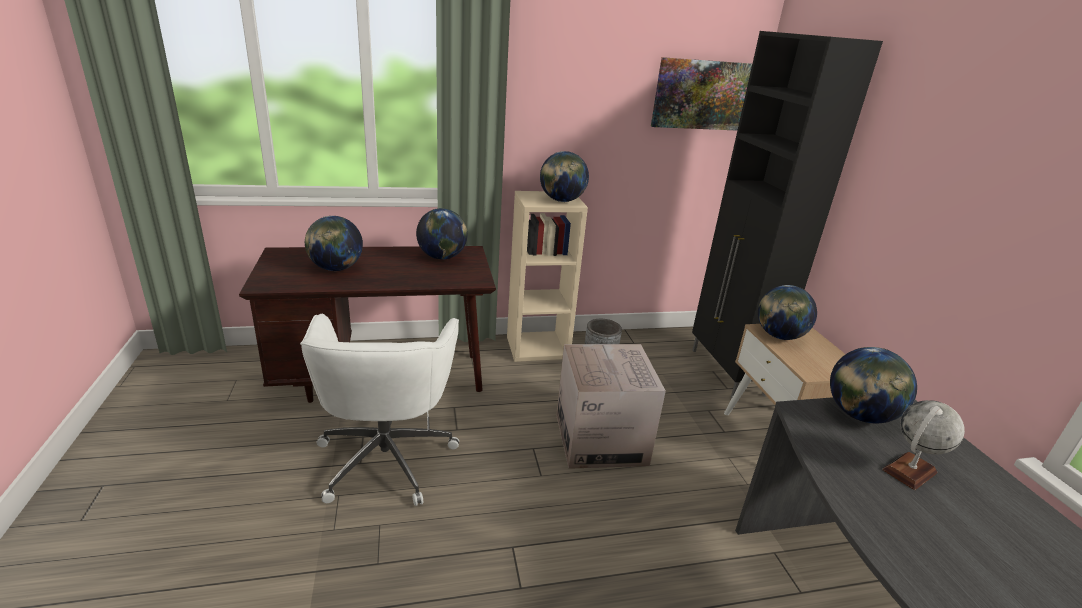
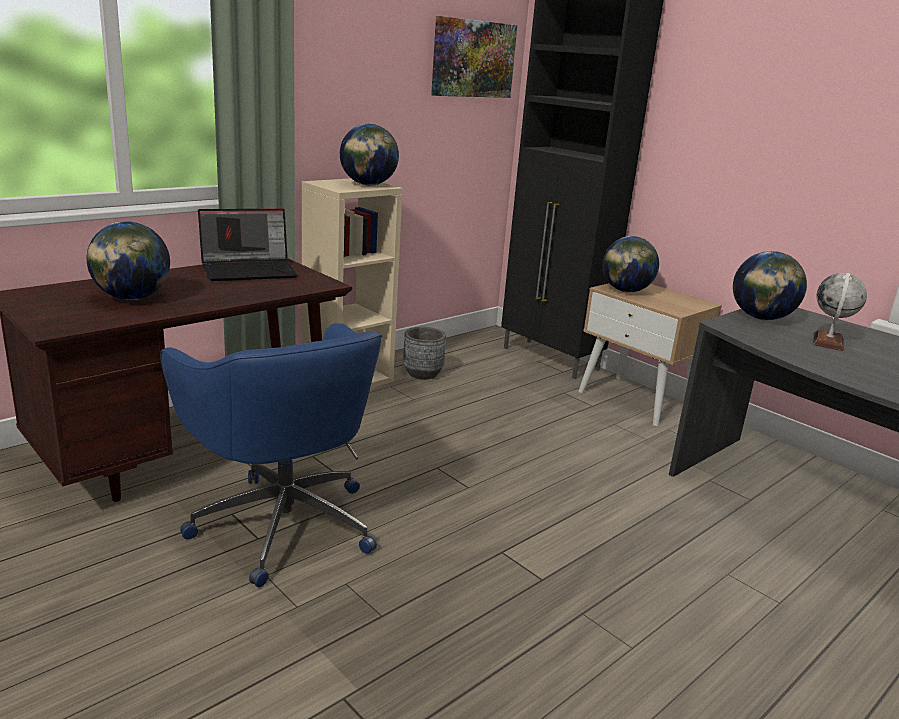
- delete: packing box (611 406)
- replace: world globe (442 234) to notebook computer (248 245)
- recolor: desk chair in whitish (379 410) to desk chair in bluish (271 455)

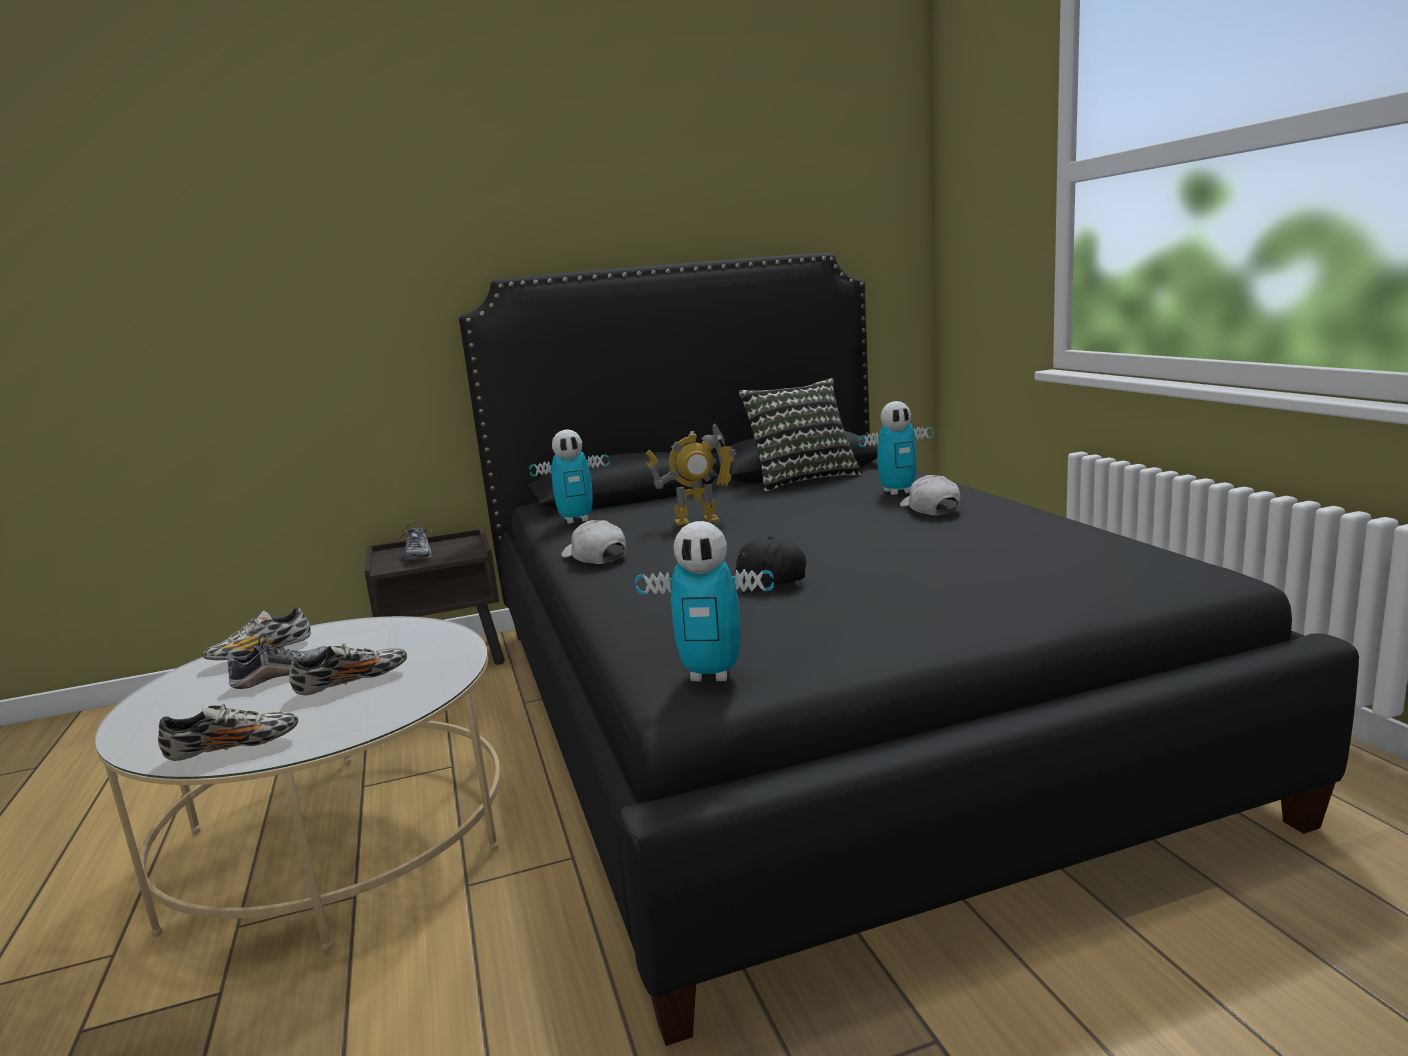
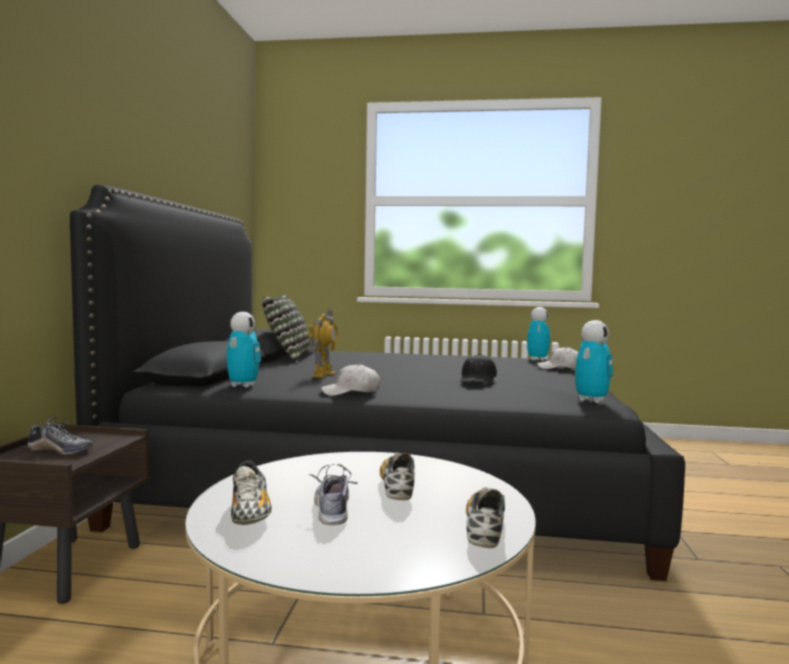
- move: robot figure (896 448) to (538 334)
- move: baseball cap in whitish (930 495) to (557 358)

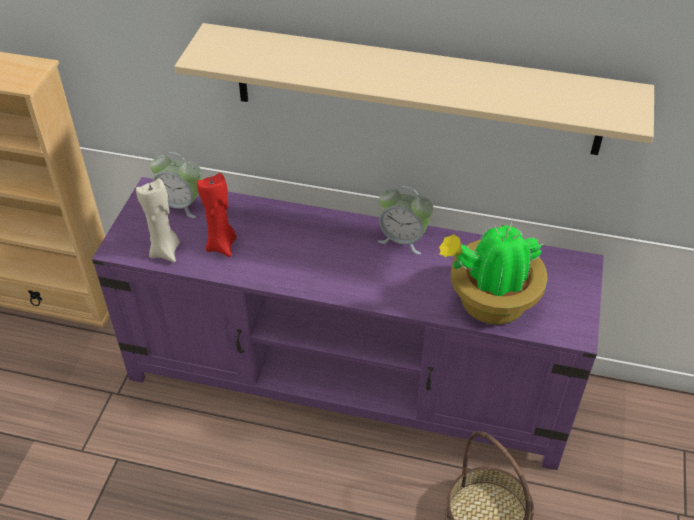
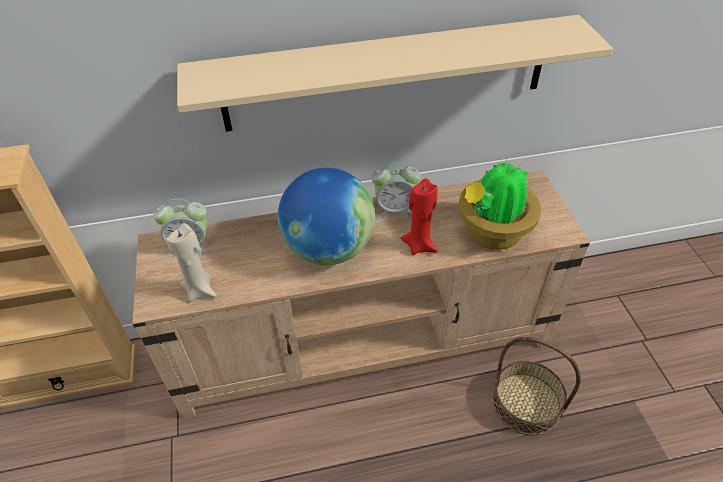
- insert: world globe (326 216)
- move: wax light in red-coloured (217 215) to (419 217)
- recolor: tv unit in purple (348 323) to tv unit in beige-coloured (361 295)

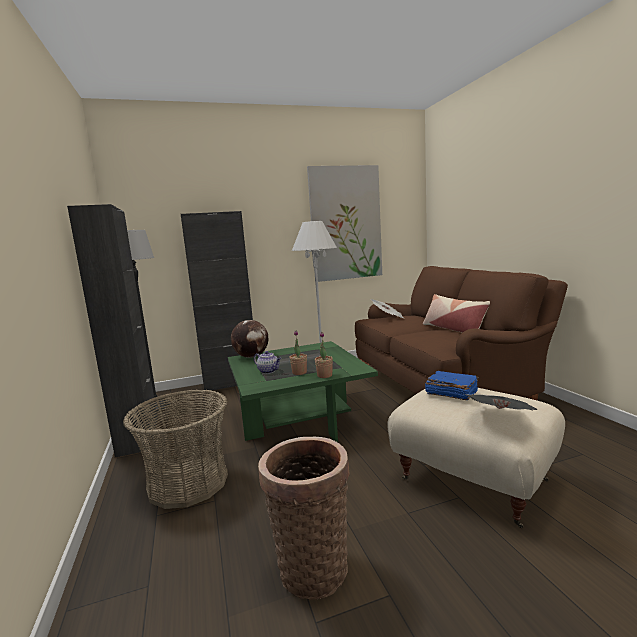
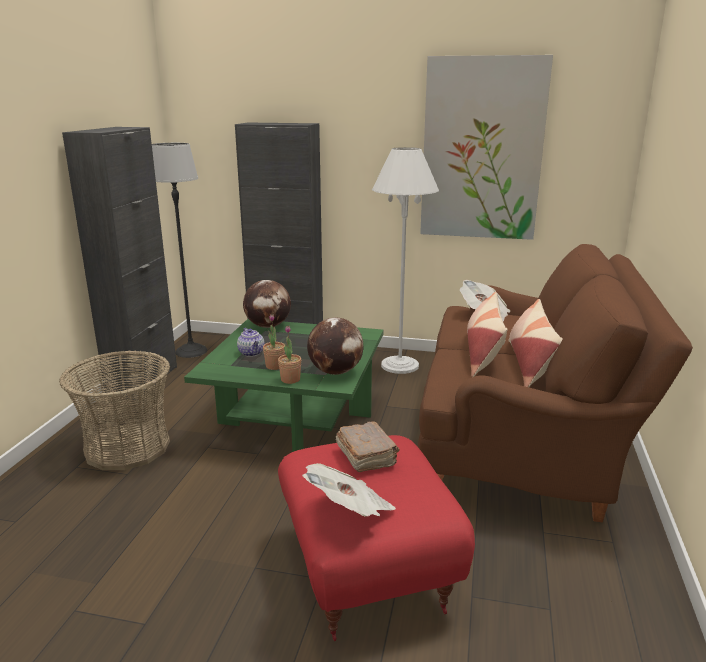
- delete: household basket (304 518)
- insert: world globe (335 346)
- insert: throw pillow (487 334)
- recolor: pouffe in beige-coloured (476 458) to pouffe in red-coloured (376 538)
- recolor: volume in bluish (452 385) to volume in brown (368 446)

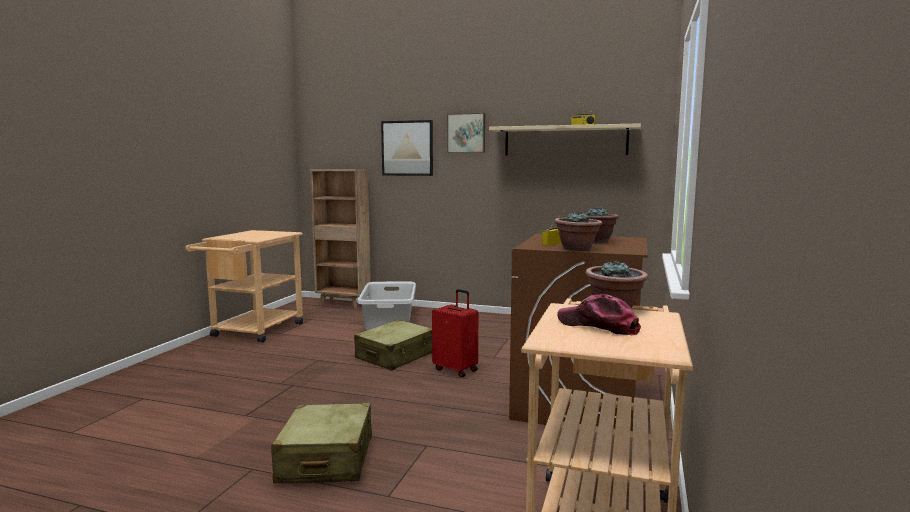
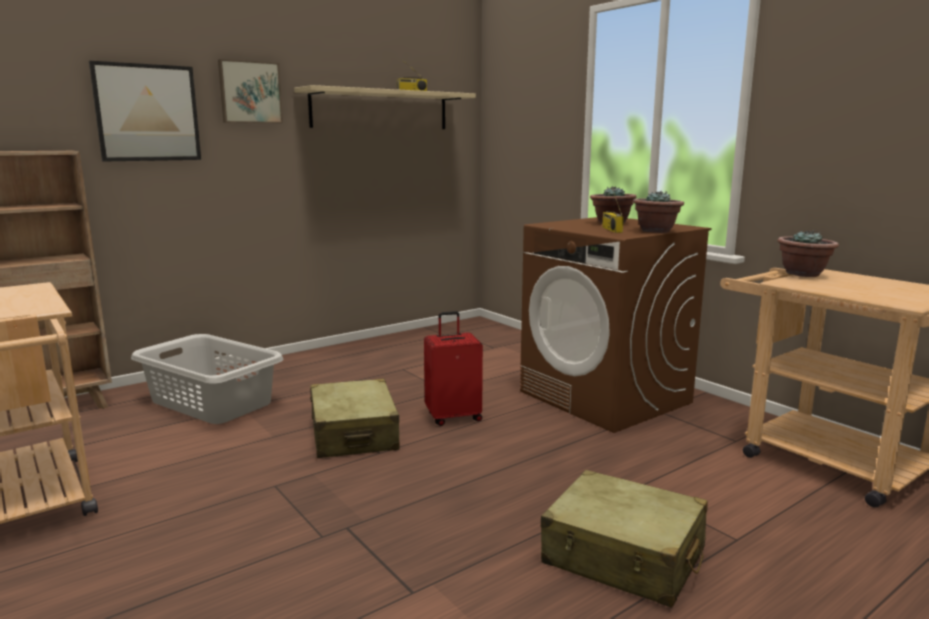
- delete: baseball cap (599 314)

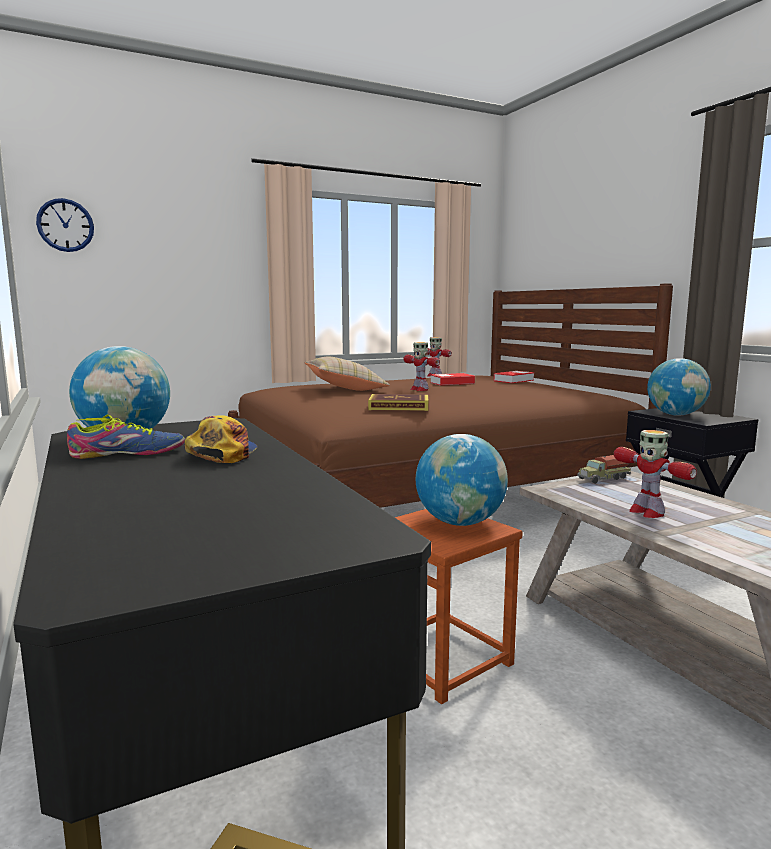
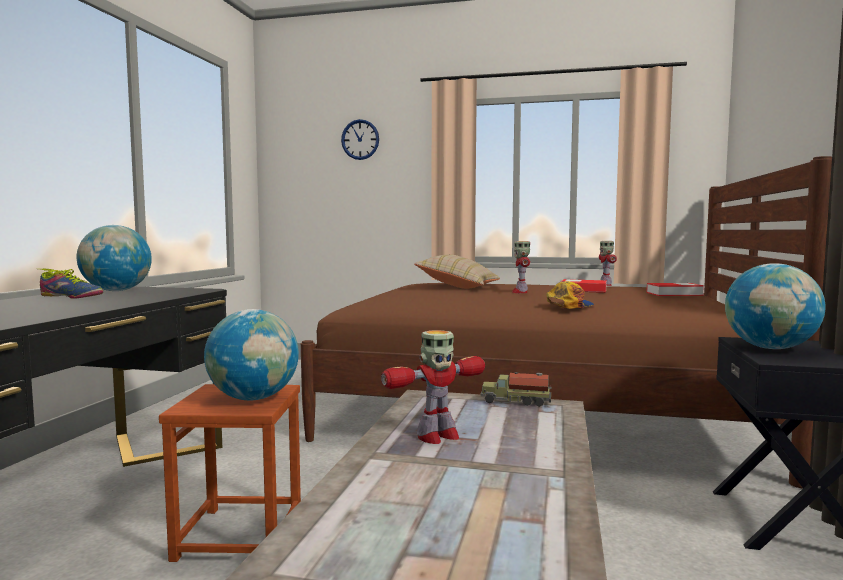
- delete: volume (398 402)
- move: wall clock (65 225) to (360 139)
- move: baseball cap (221 439) to (570 295)
- rotate: robot figure (655 474) = (433 387) 135 degrees counterclockwise

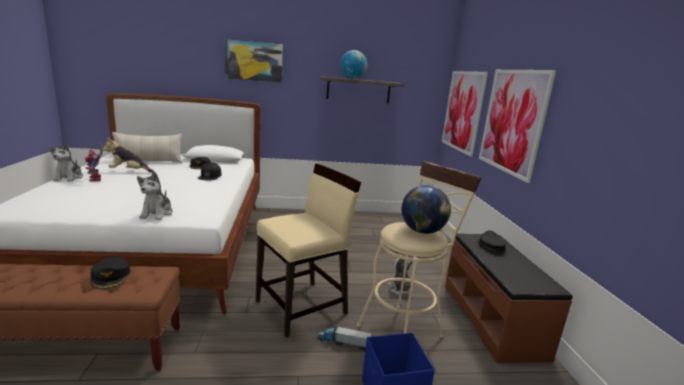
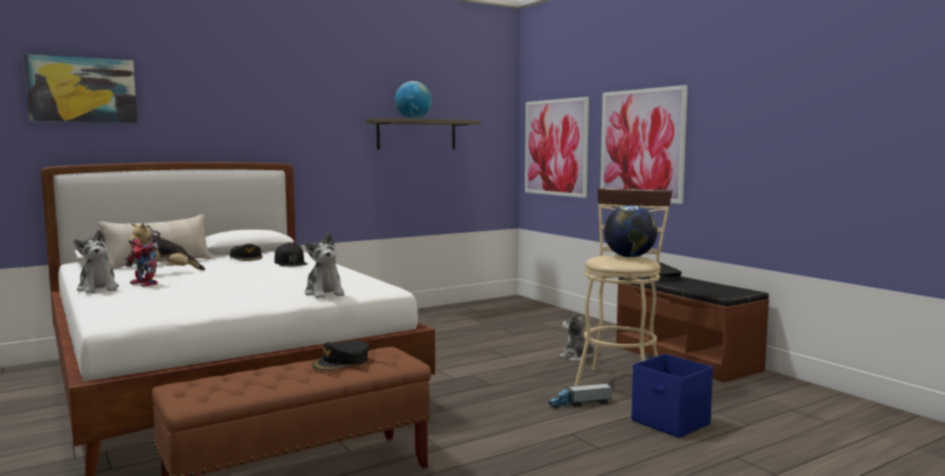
- delete: upright chair in beige-coloured (308 250)
- move: wall art (254 61) to (80 88)
- rotate: baseball cap in black (110 273) = (341 356) 90 degrees clockwise

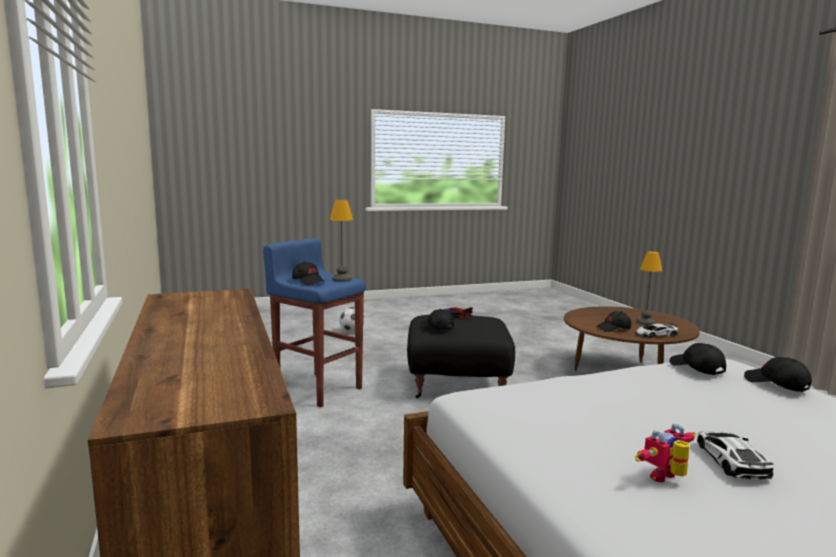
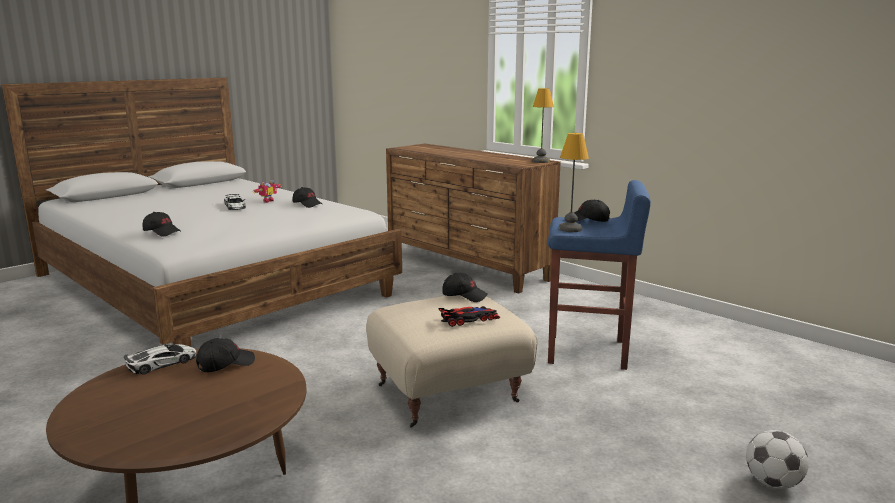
- move: lamp for a table (649 288) to (543 125)
- move: baseball cap in black (697 359) to (307 197)
- recolor: pouffe in black (461 356) to pouffe in beige-coloured (451 361)

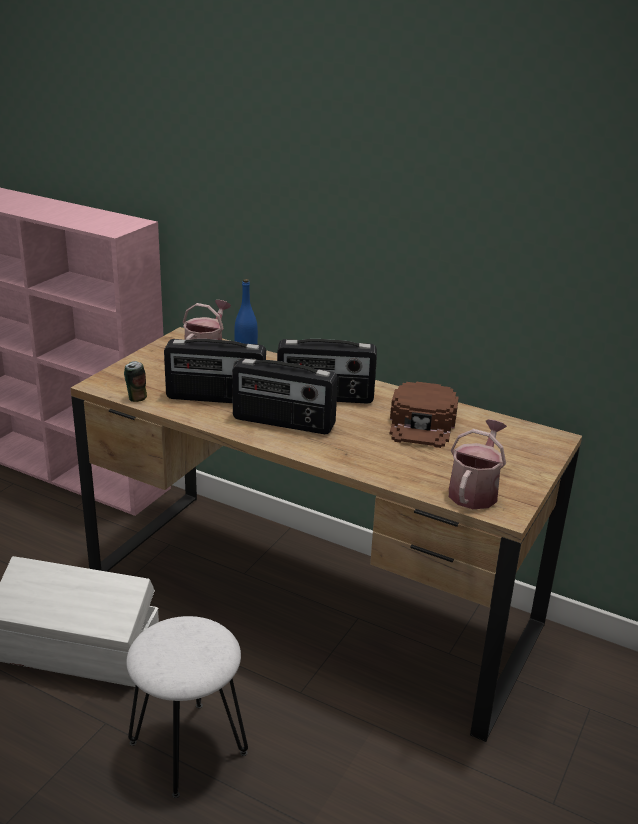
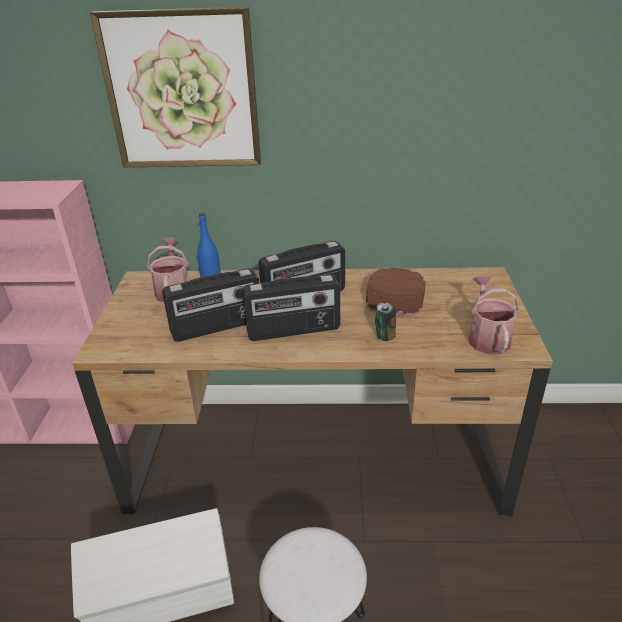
- insert: wall art (175 87)
- move: can (135 381) to (385 322)
- rotate: baseball cap in brown (424 415) = (396 292) 150 degrees counterclockwise

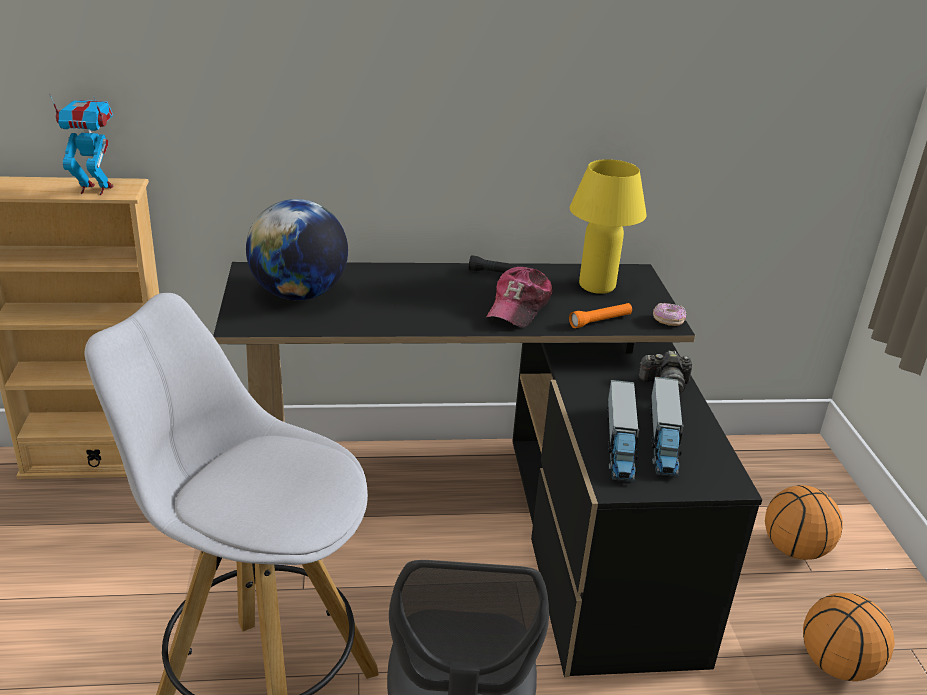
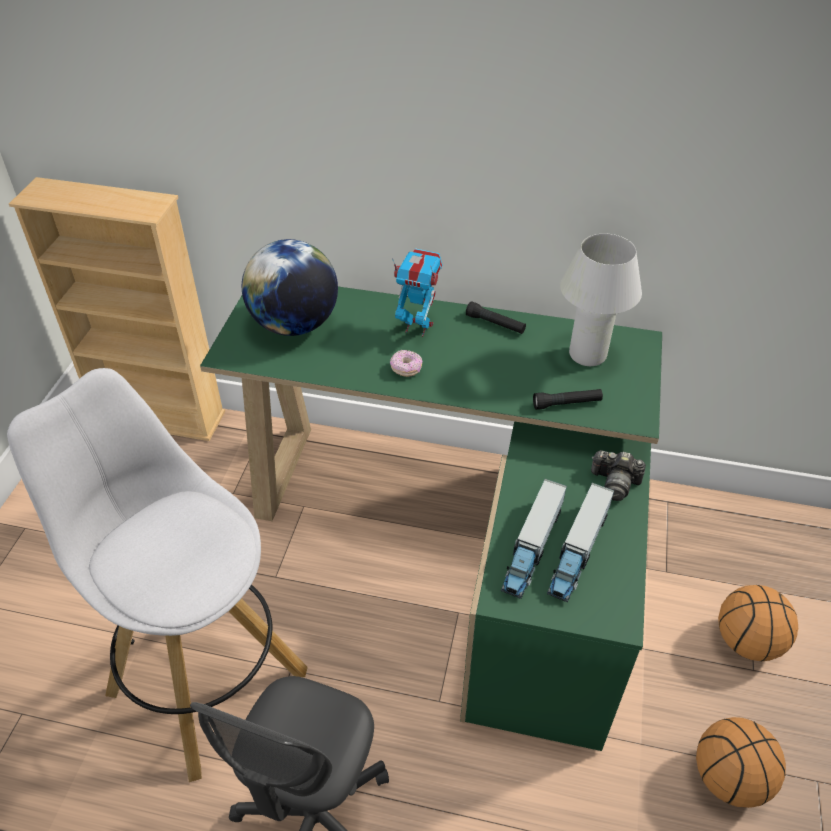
- delete: baseball cap (519 297)
- move: robot figure (81 144) to (417 293)
- move: ring doughnut (669 314) to (406 363)
- recolor: desk in black (487 469) to desk in green (431 518)
- recolor: hand torch in orange (600 315) to hand torch in black (568 399)
- recolor: lamp for a table in yellowish (608 226) to lamp for a table in whitish (601 300)

